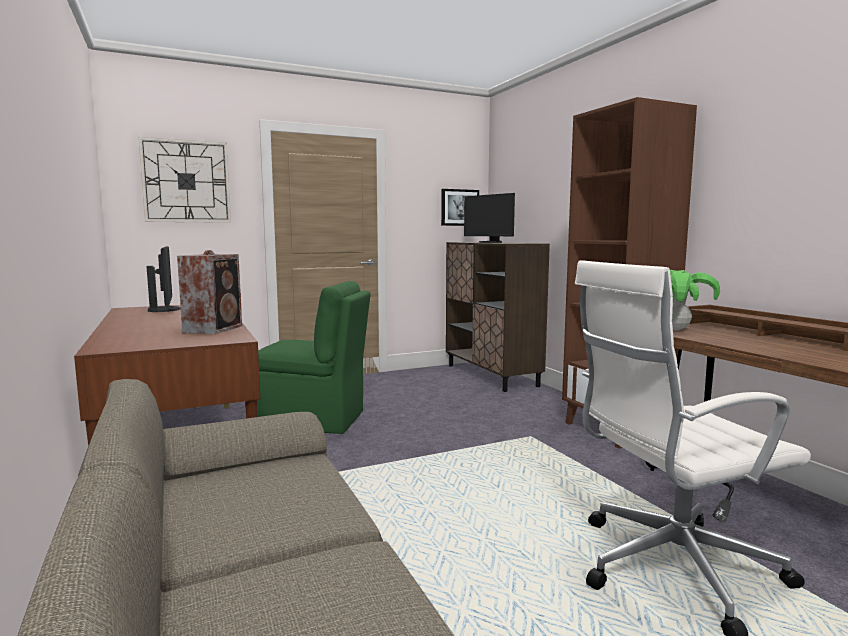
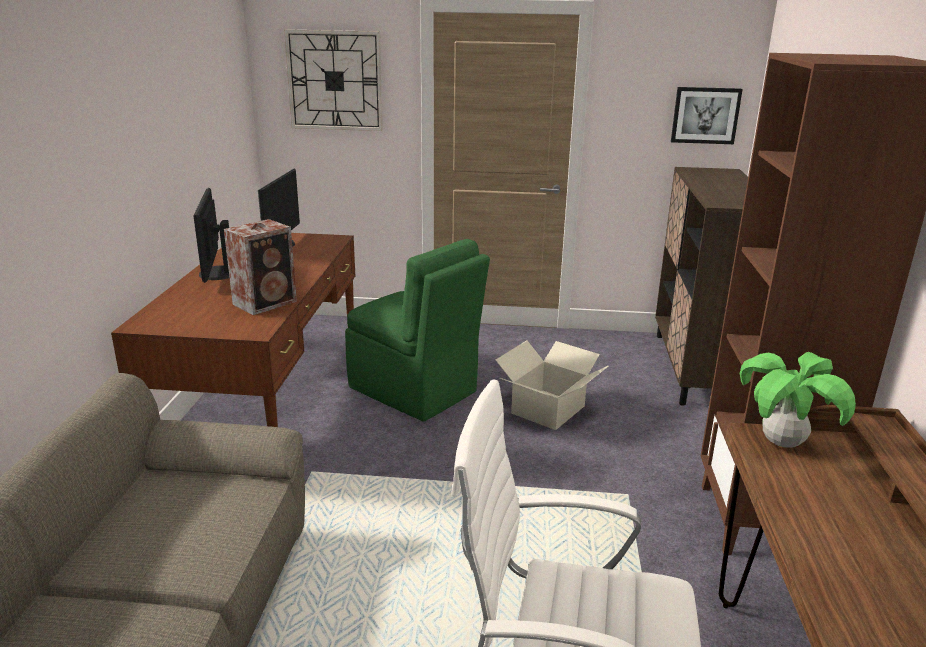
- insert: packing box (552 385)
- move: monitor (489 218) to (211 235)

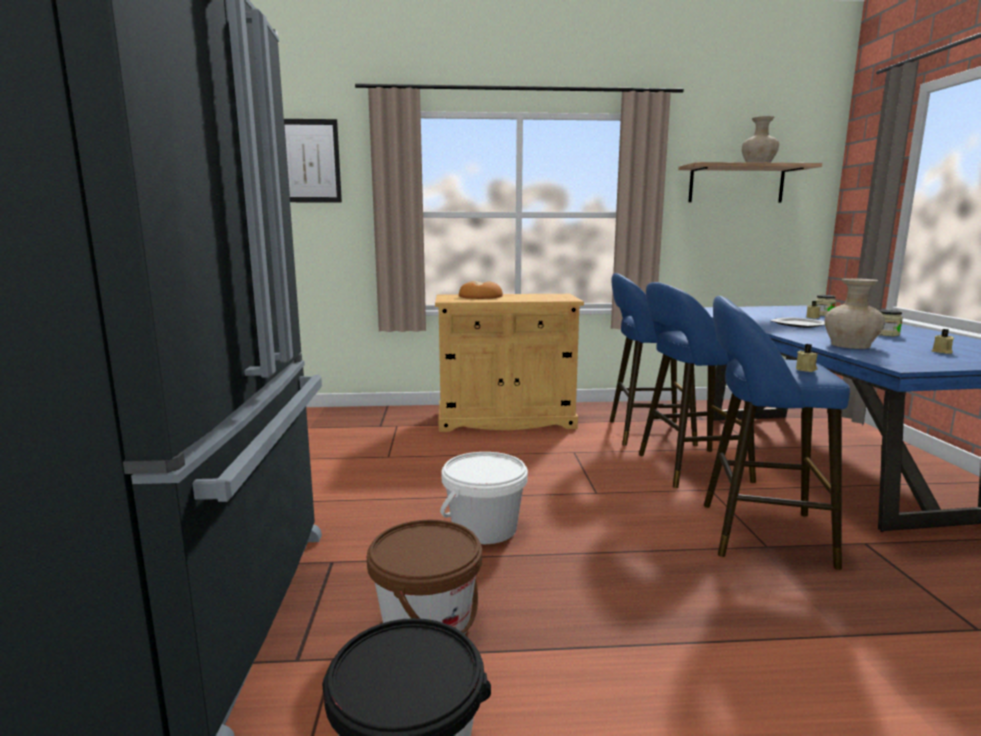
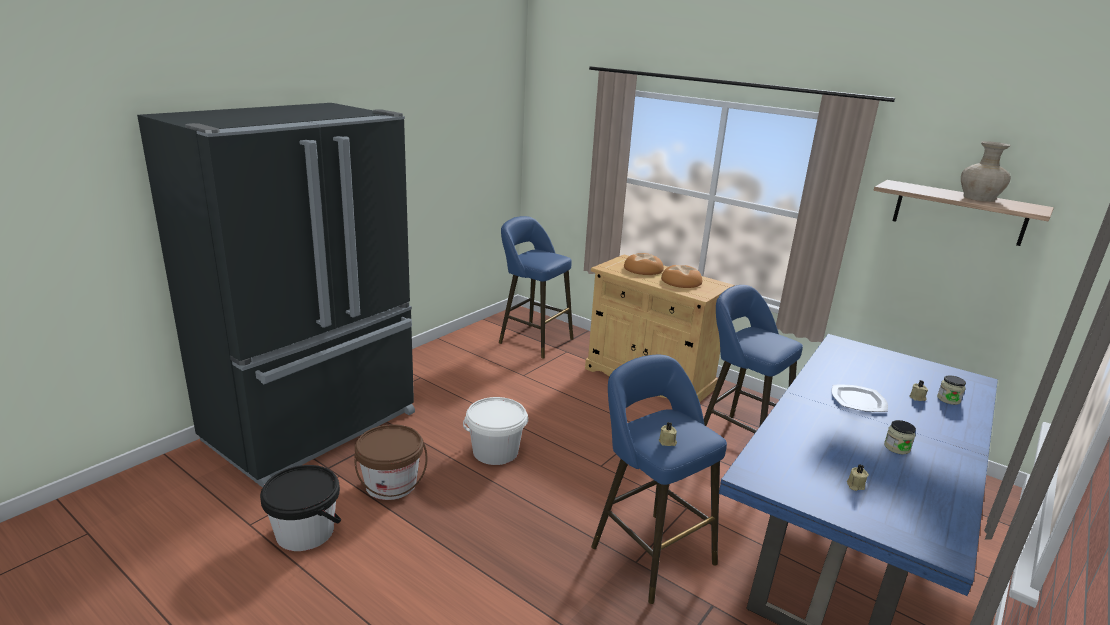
- delete: wall art (313 160)
- delete: decorative vase in beige-coloured (854 313)
- insert: bread (681 276)
- move: stool in bluish (697 385) to (536 287)

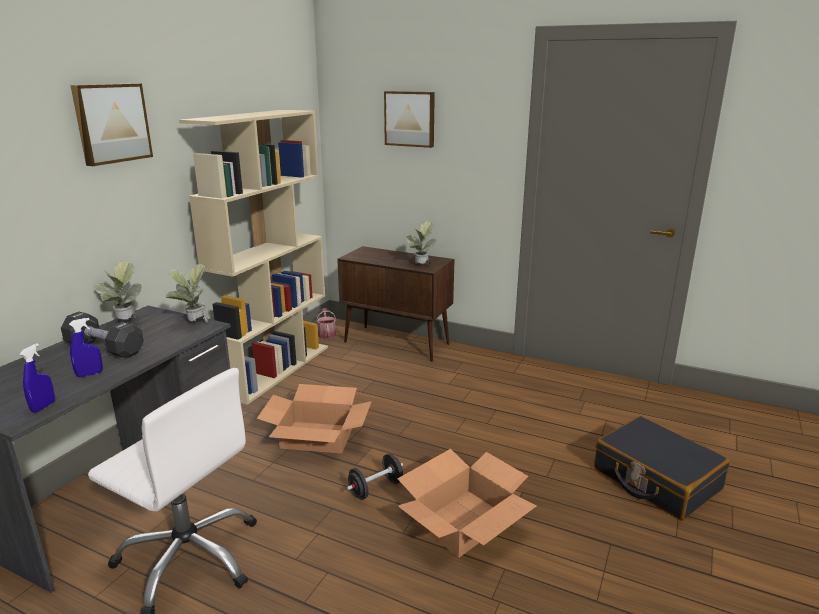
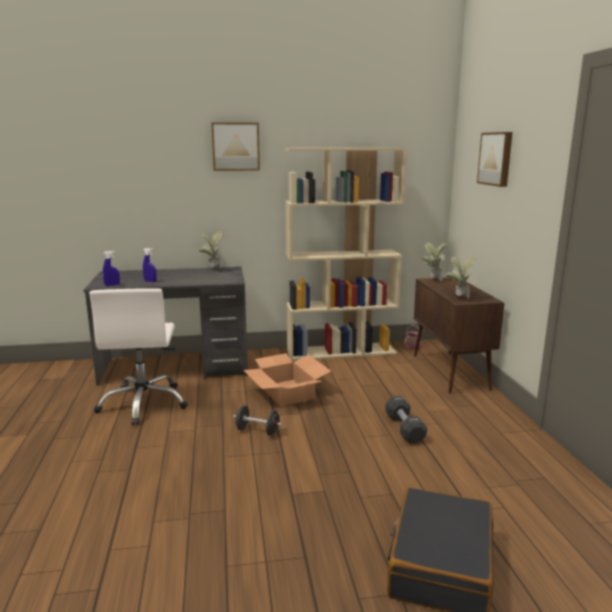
- delete: packing box (467 503)
- move: free weight in black (102 335) to (406 420)
- move: potted plant (187 293) to (434 262)

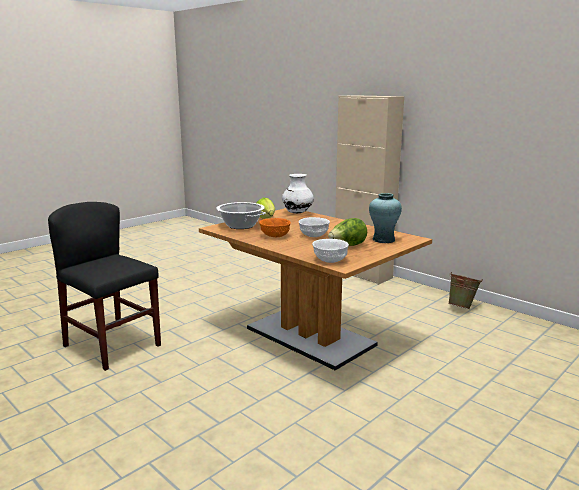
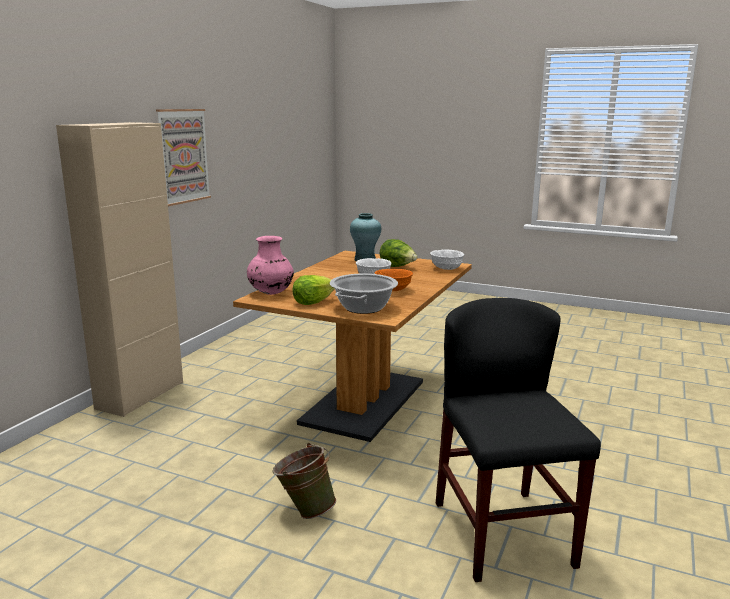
- insert: wall art (183 157)
- move: pail in green (465 290) to (304 481)
- recolor: decorative vase in whitish (298 194) to decorative vase in pink (270 265)
- rotate: upright chair in black (104 286) = (518 440) 150 degrees clockwise

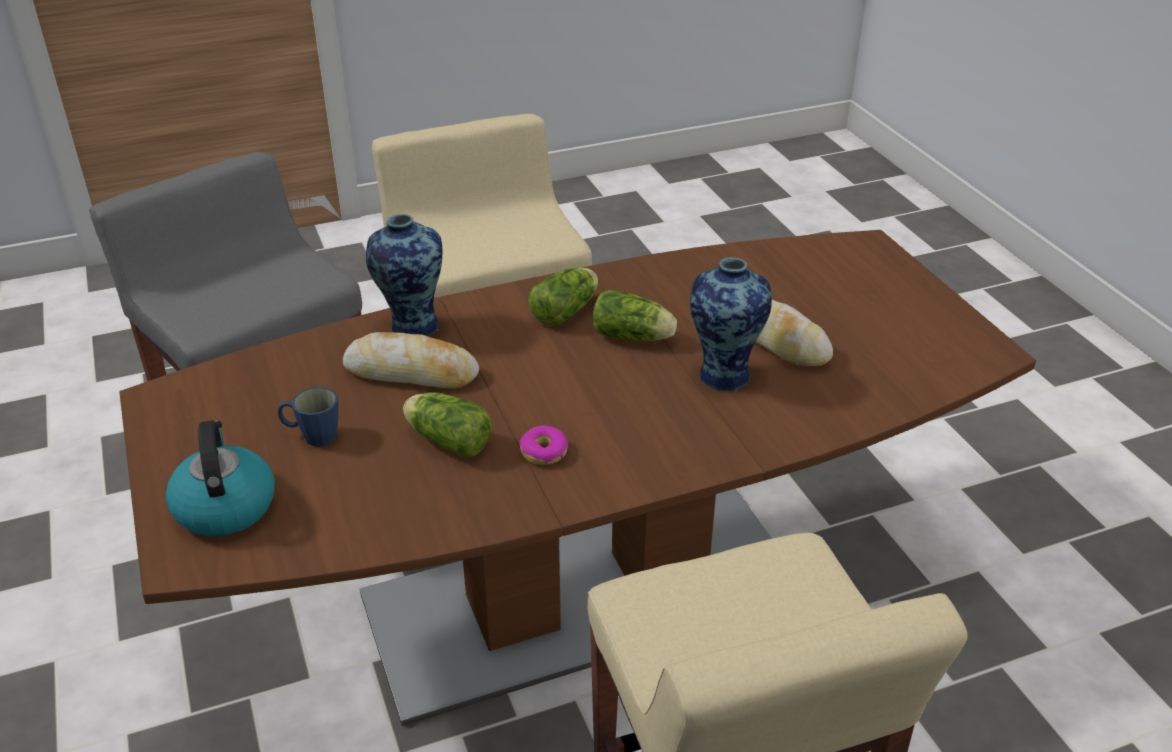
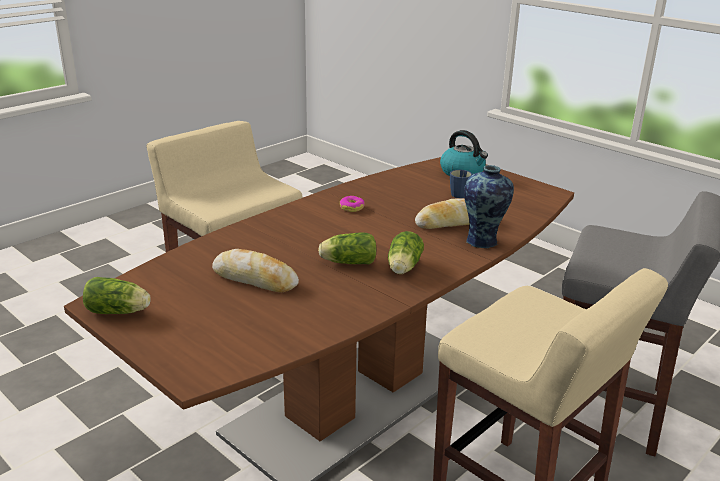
- delete: decorative vase (731 324)
- move: lettuce (447 425) to (117 295)

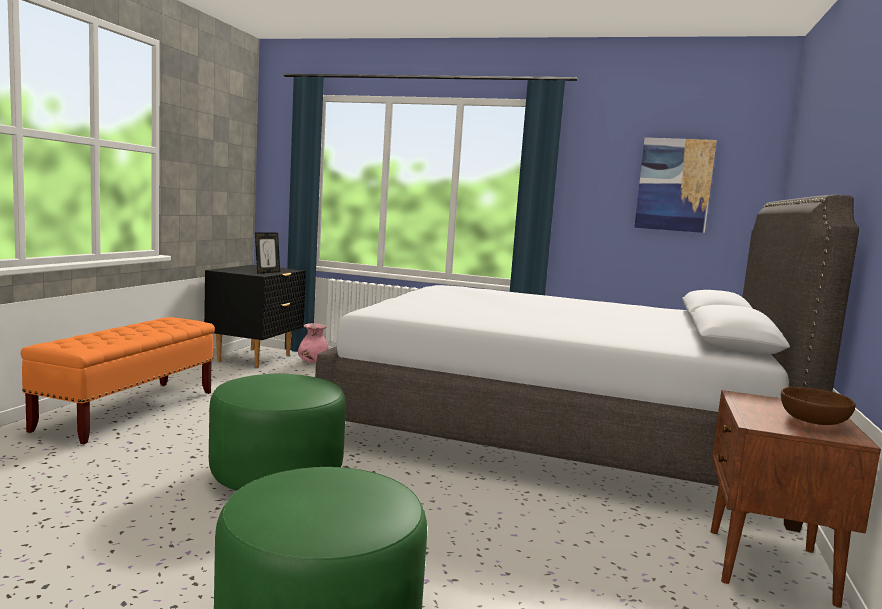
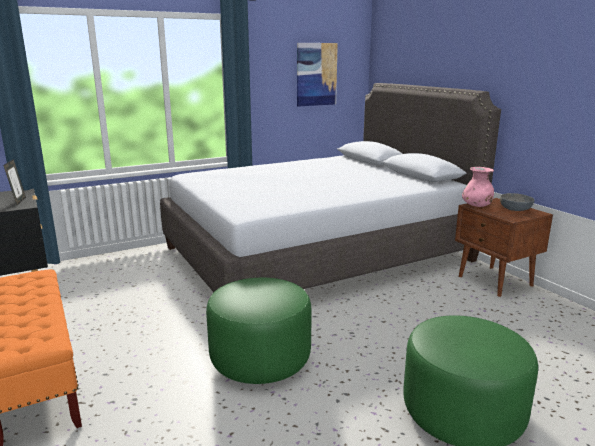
- move: decorative vase in pink (313 343) to (478 187)
- recolor: deep dish in brown (818 406) to deep dish in greyish (517 202)

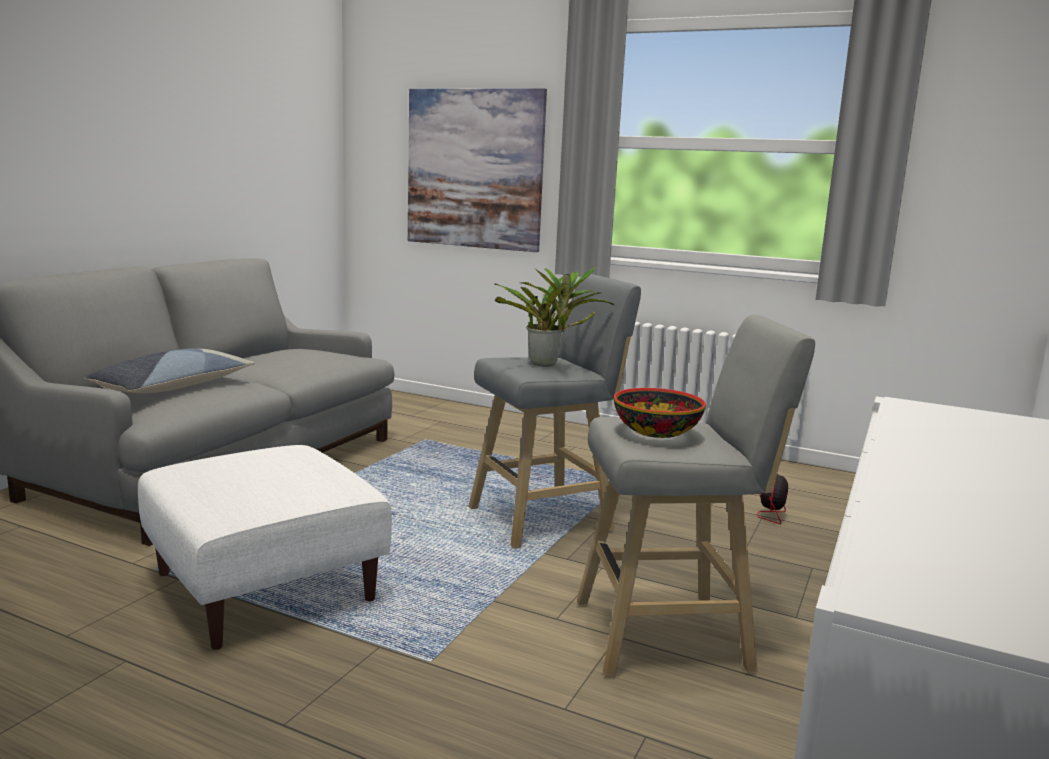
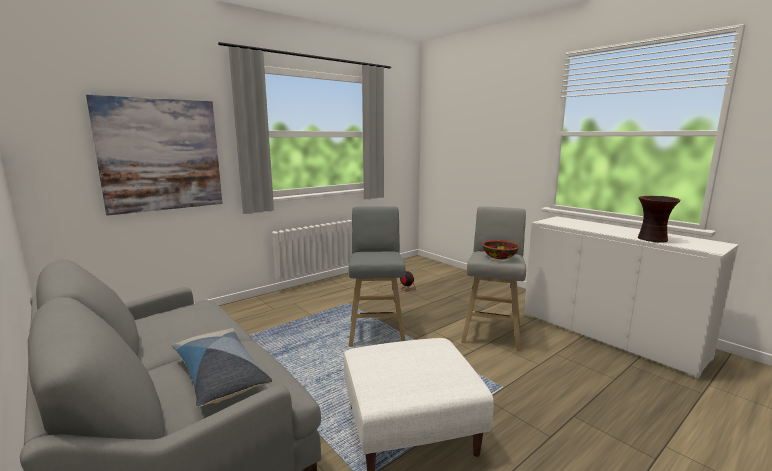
- delete: potted plant (554 316)
- insert: decorative vase (659 219)

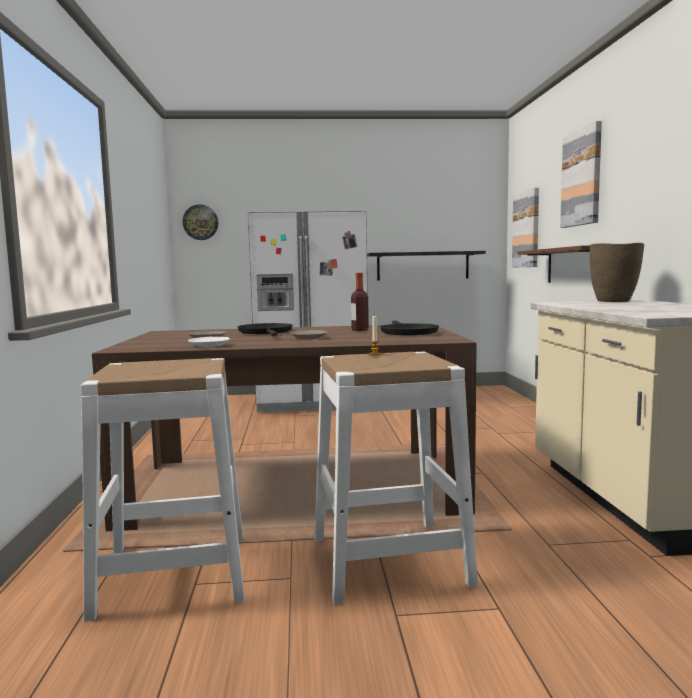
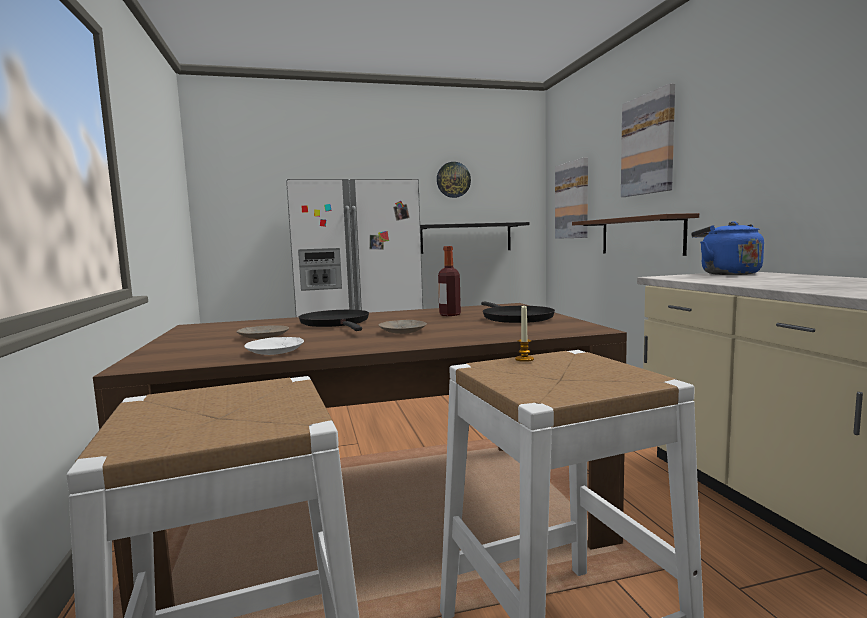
- move: wall clock (200 222) to (454 180)
- replace: decorative vase in brown (617 272) to water kettle in bluish (727 248)

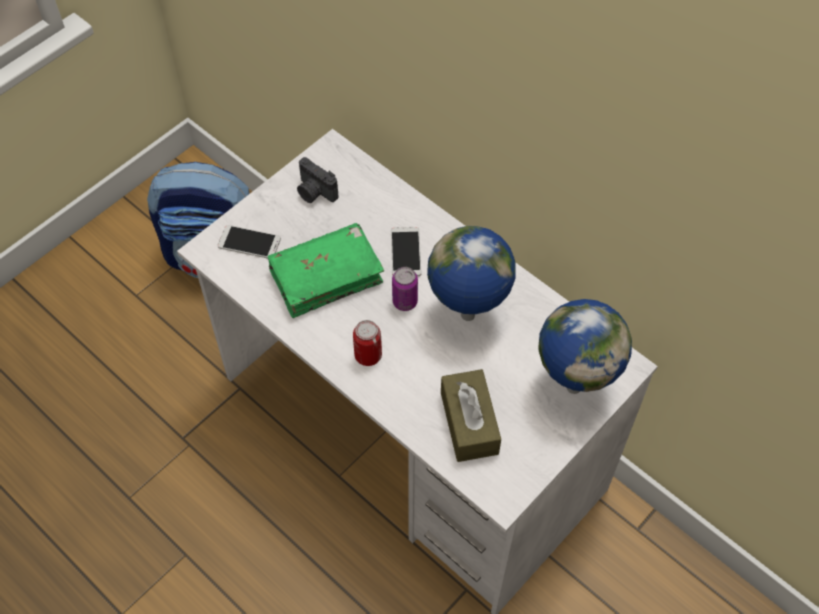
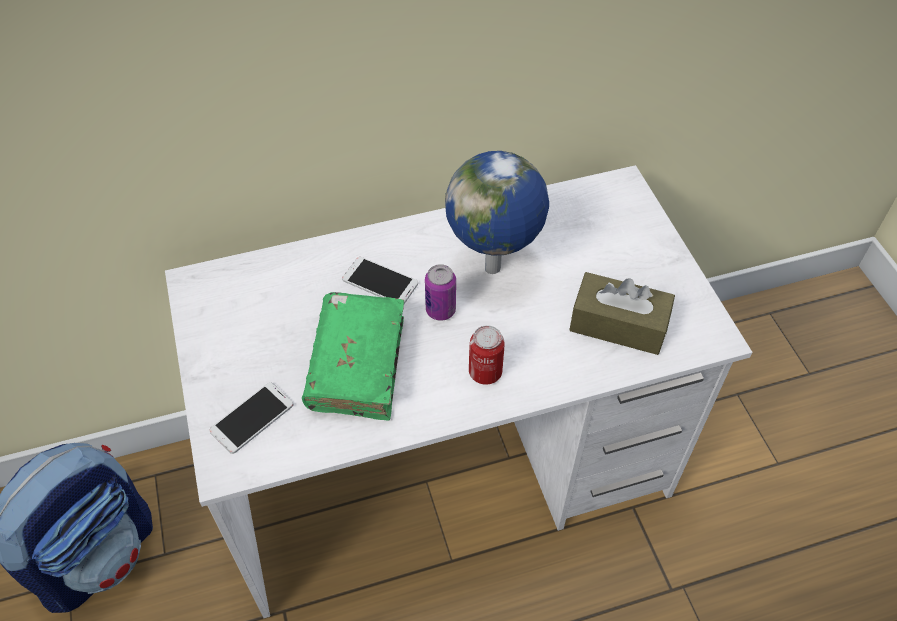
- delete: still camera (318 180)
- delete: world globe (585 346)

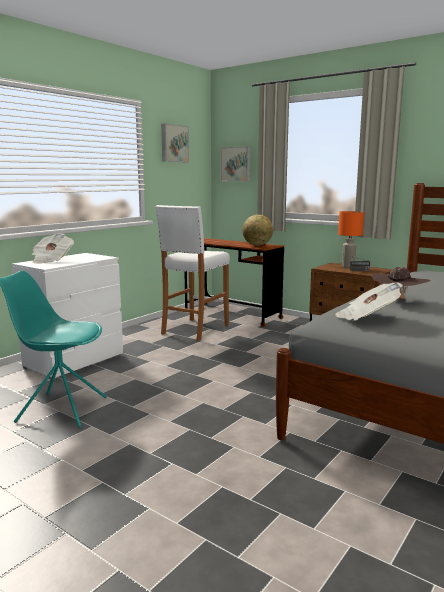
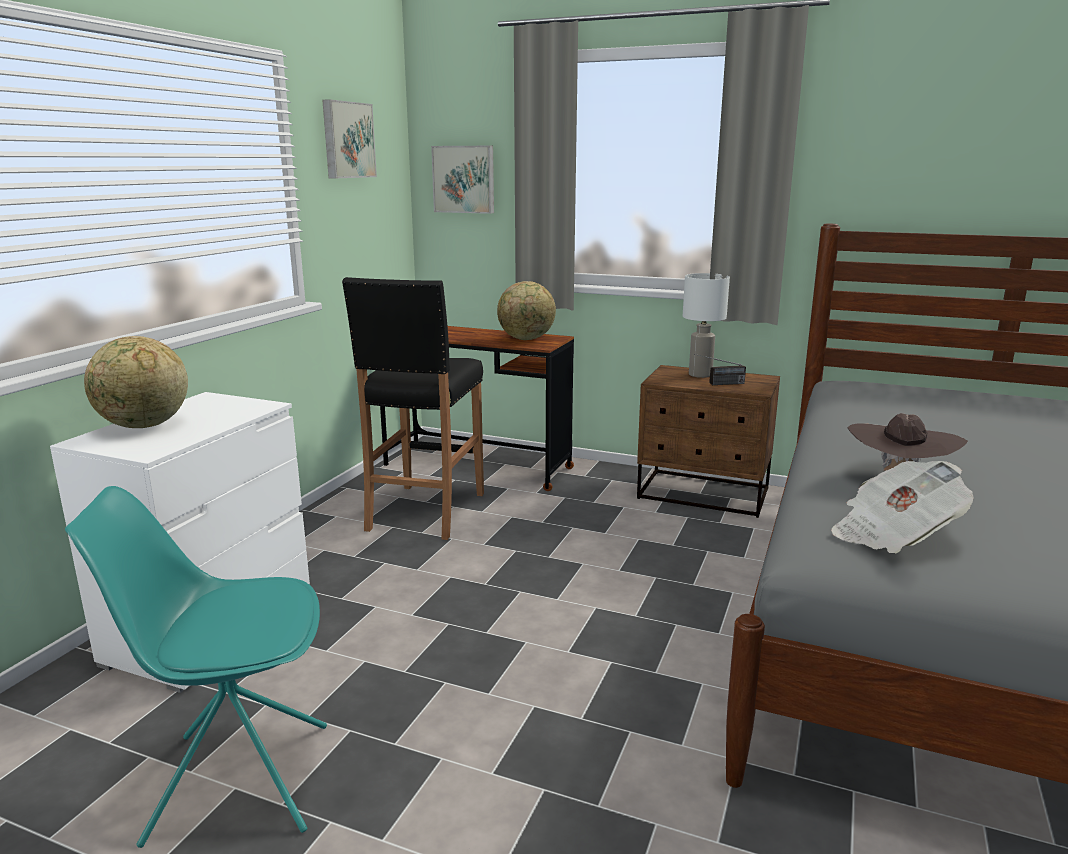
- replace: newspaper (52 248) to world globe (136 382)
- recolor: stool in whitish (193 273) to stool in black (413 408)
- recolor: lamp for a table in orange (351 239) to lamp for a table in whitish (706 325)

